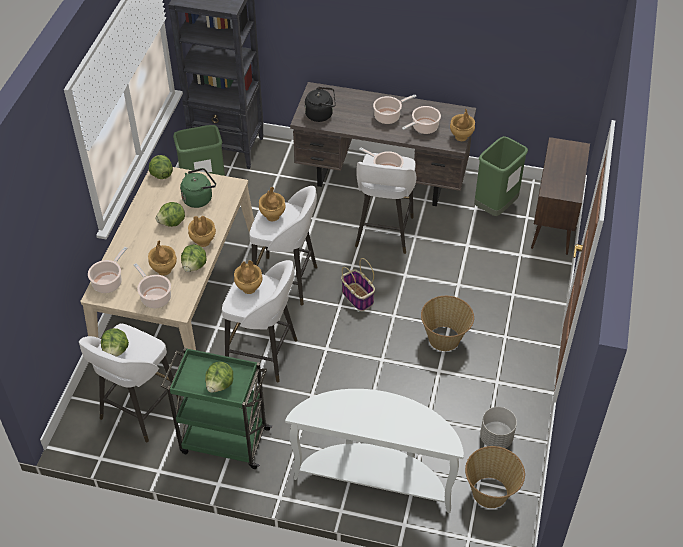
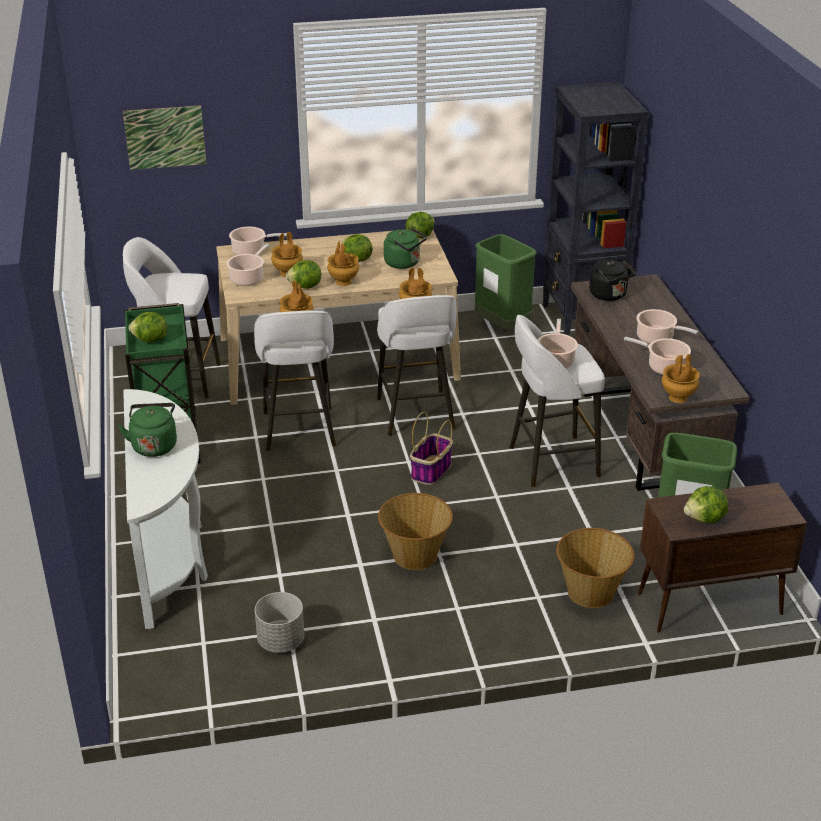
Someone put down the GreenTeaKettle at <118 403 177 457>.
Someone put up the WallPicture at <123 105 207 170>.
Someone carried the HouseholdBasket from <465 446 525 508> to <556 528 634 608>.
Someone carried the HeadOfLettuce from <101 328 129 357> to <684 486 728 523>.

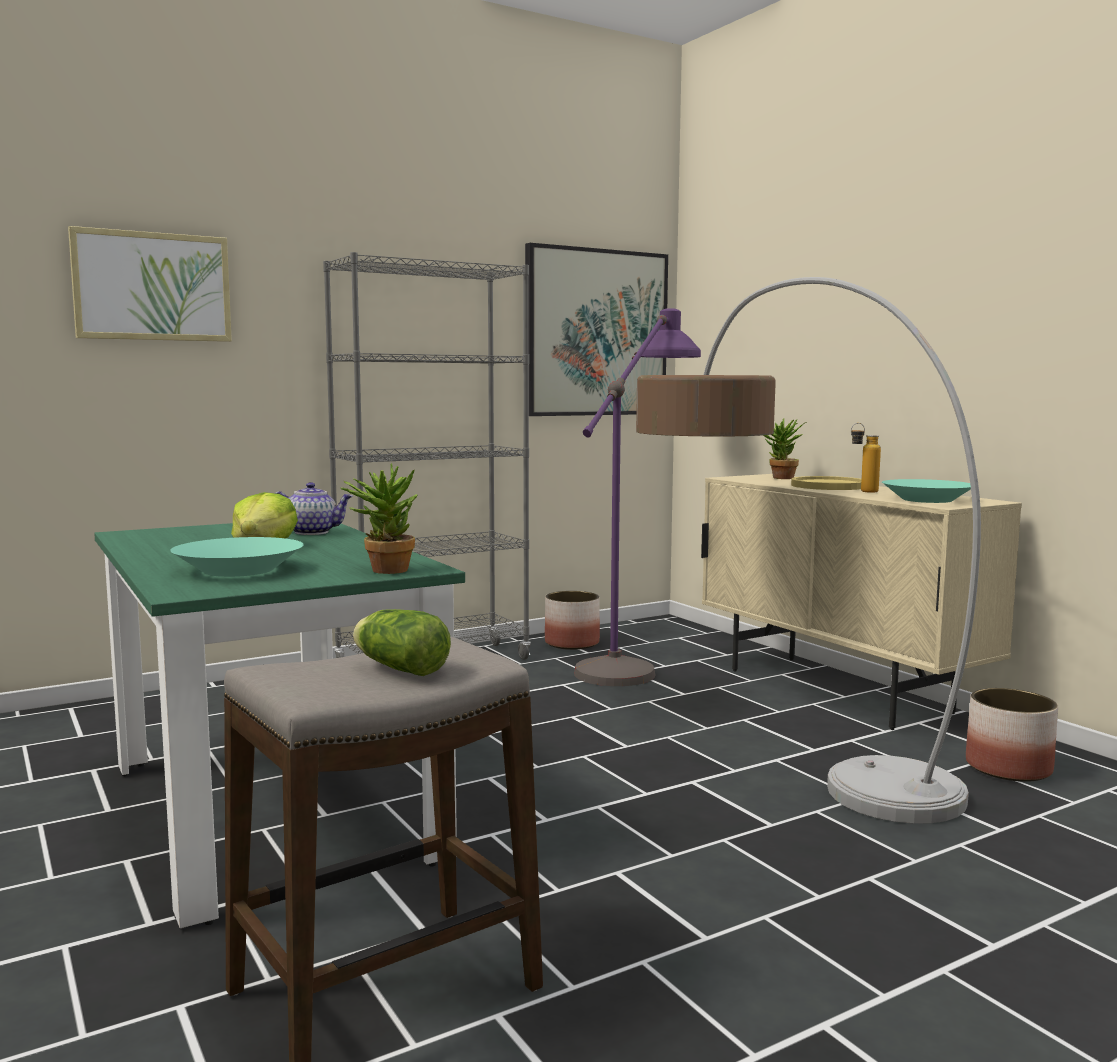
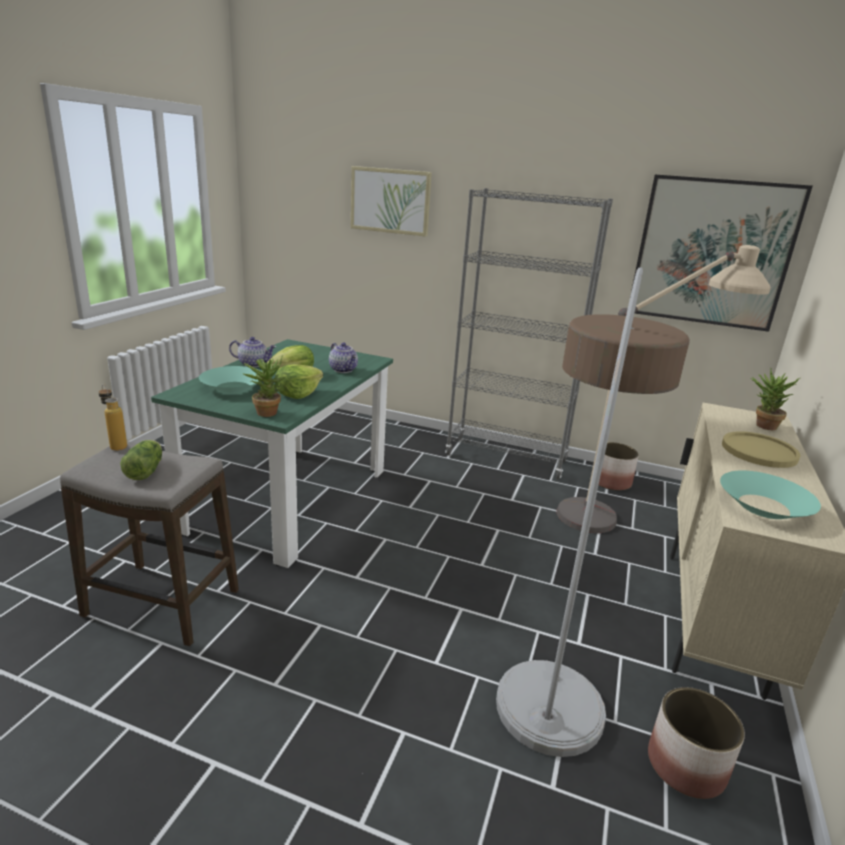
Someone carried the Bottle from <851 423 881 493> to <98 384 127 451>.
Someone put down the Teapot at <229 337 276 367>.
Someone put down the HeadOfLettuce at <275 364 323 399>.
Someone repainted the PurpleColouredStandingLamp at <574 308 701 686>, which became the BeigeStandingLamp at <556 245 770 533>.

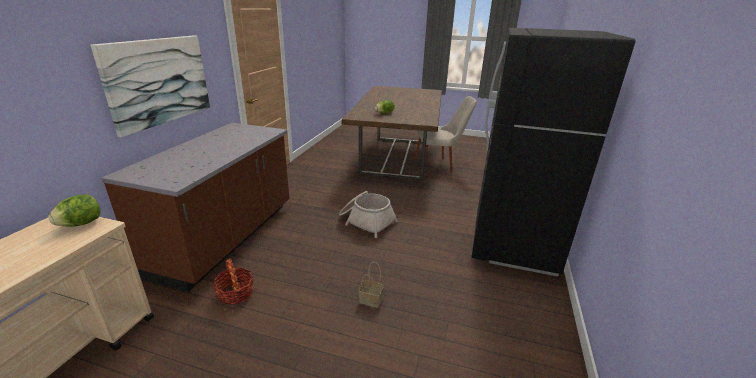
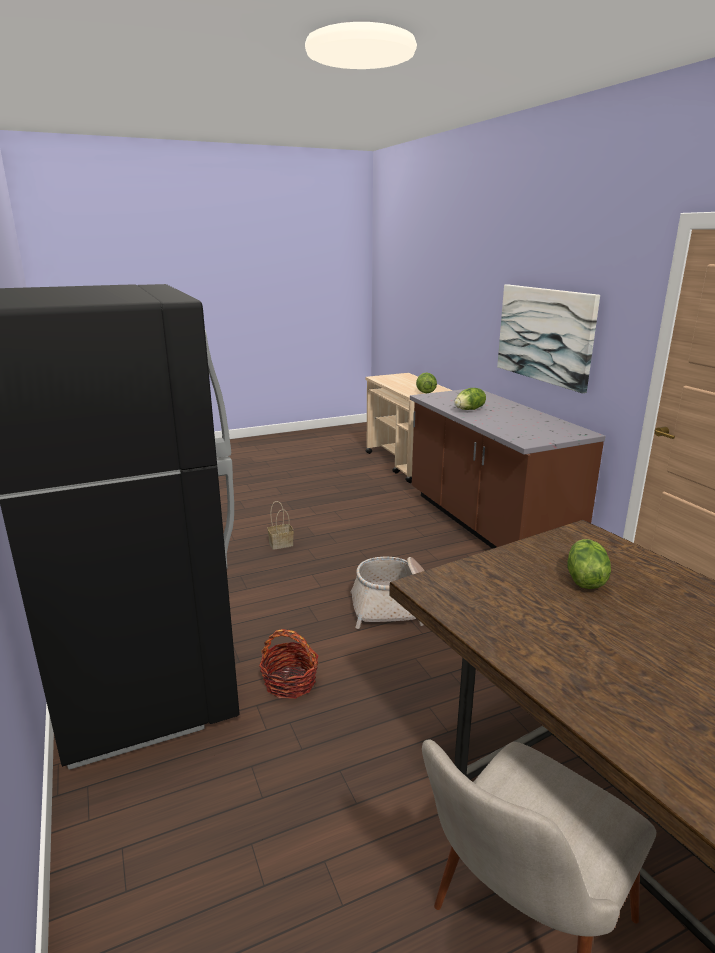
Someone carried the HouseholdBasket from <213 258 254 305> to <259 629 319 699>.
Someone put down the HeadOfLettuce at <454 388 486 410>.

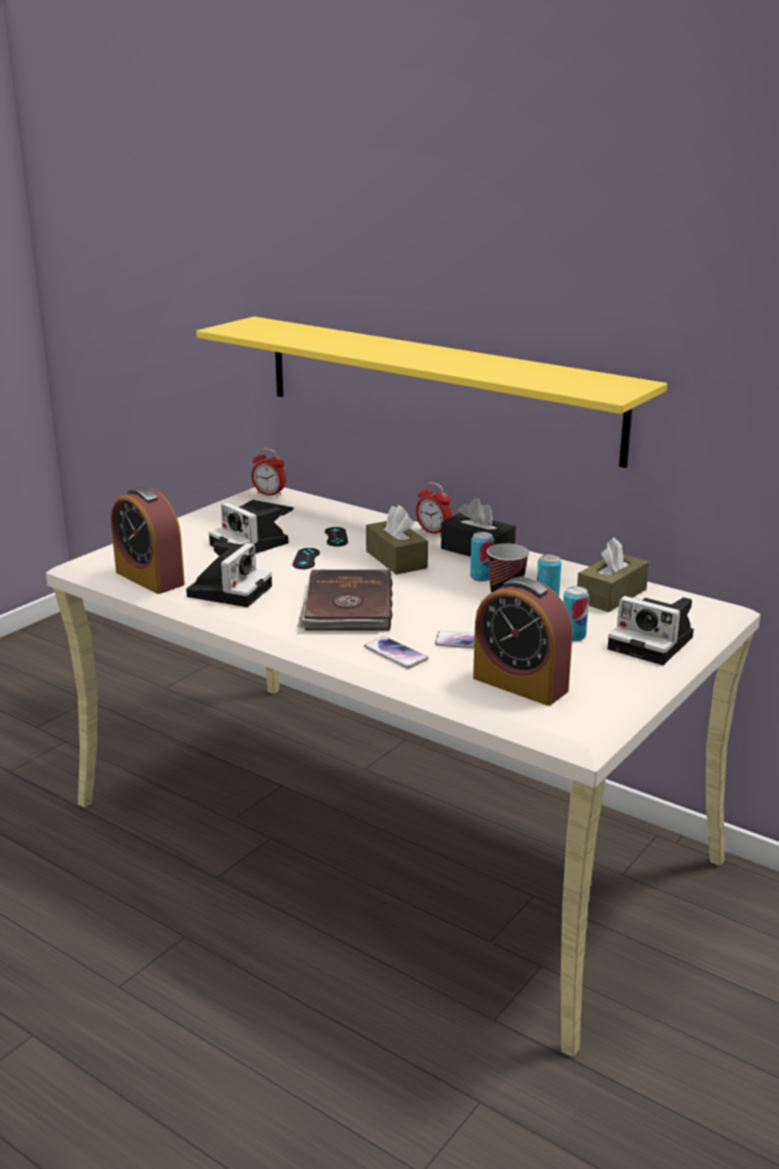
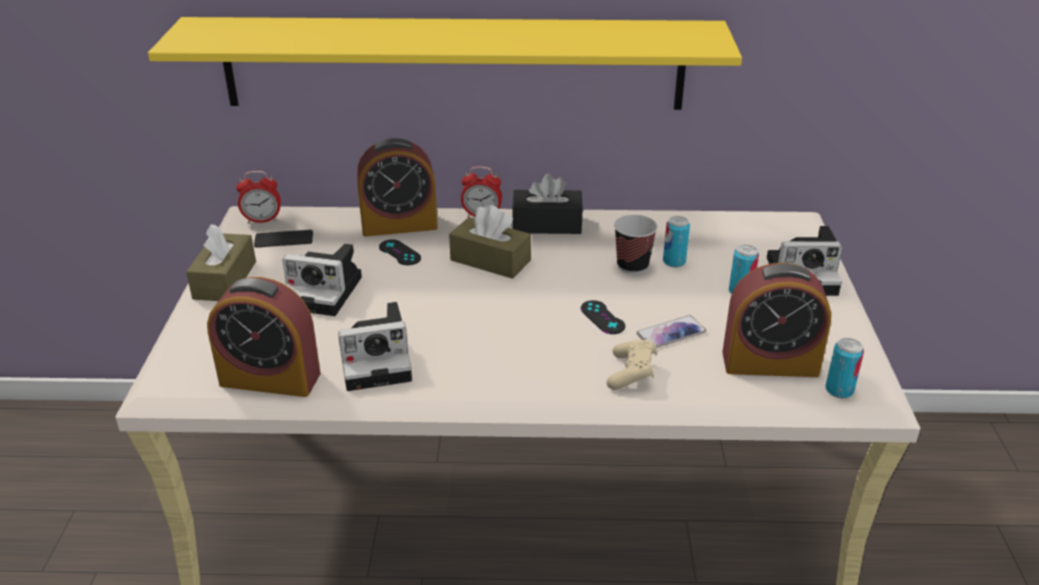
Someone carried the BrownTissueHolder from <577 537 649 612> to <186 224 256 301>.
Someone rotated the StillCamera at <186 541 272 607> by 90 degrees clockwise.
Someone put down the TableClock at <357 138 438 237>.
Someone carried the BlackColouredGamepad from <292 548 320 569> to <581 300 625 334>.
Someone swapped the Phone at <364 636 428 669> for the BeigeGamepad at <607 340 657 390>.
Someone carried the Can from <470 532 494 582> to <826 338 864 398>.
Someone took away the BrownBook at <297 569 393 631>.

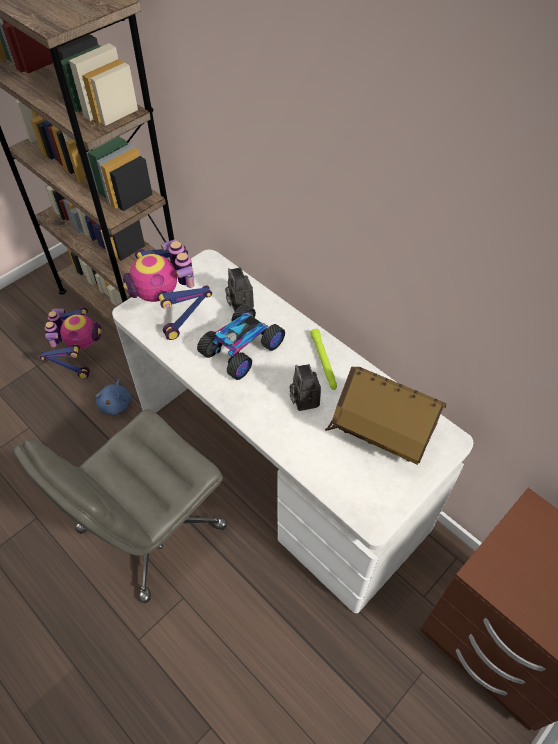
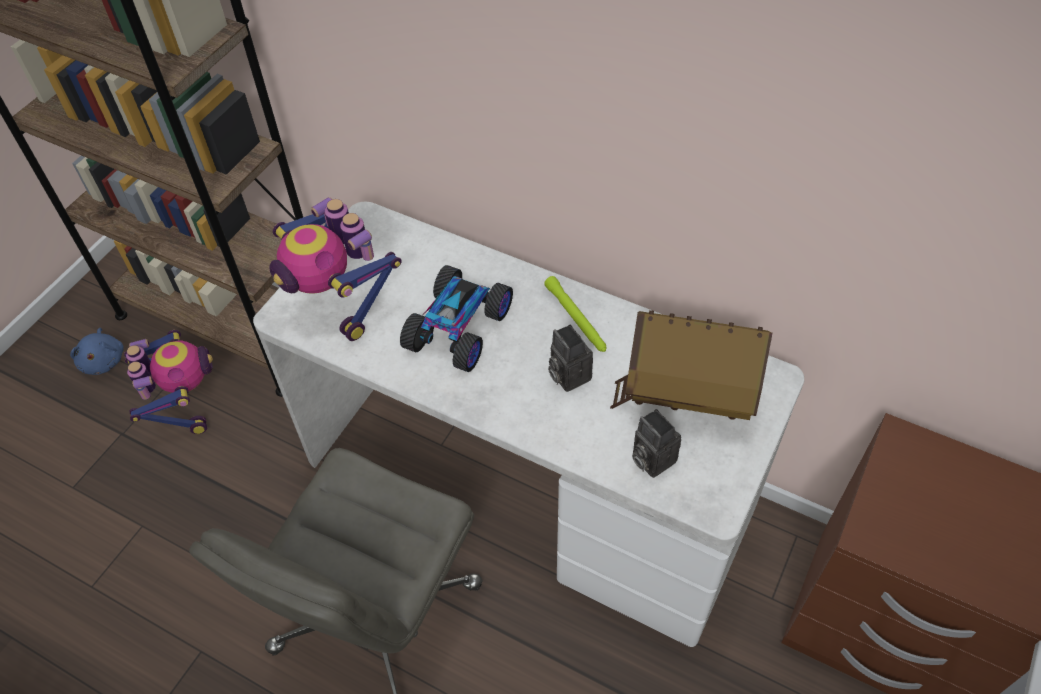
Someone carried the BluePlushToy from <95 379 132 415> to <70 328 124 375>.
Someone carried the StillCamera from <225 267 254 311> to <632 409 681 478>.

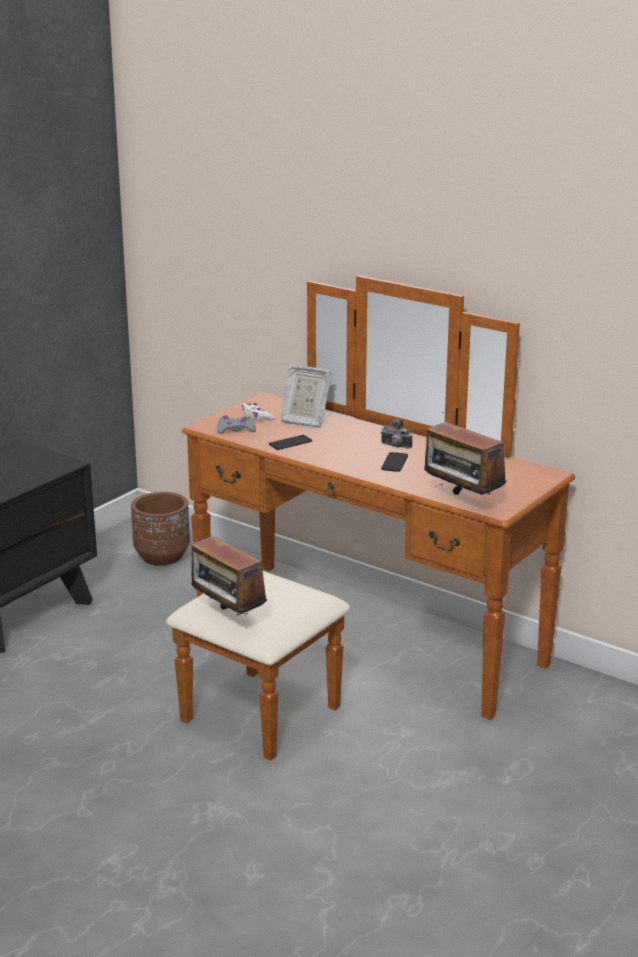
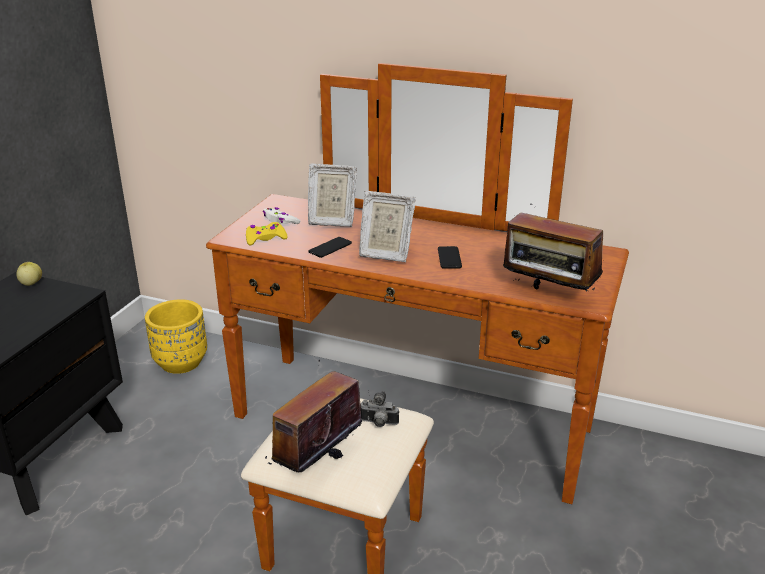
Someone put down the WholeApple at <17 262 42 286>.
Someone repainted the BrownPlanter at <131 492 190 566>, which became the YellowPlanter at <145 299 207 374>.
Someone repainted the GreyGamepad at <217 415 256 434>, which became the YellowGamepad at <246 222 287 245>.
Someone rotated the Radio at <191 536 267 615> by 90 degrees clockwise.
Someone put down the PhotoFrame at <359 191 415 262>.
Someone carried the StillCamera from <381 418 412 449> to <360 391 399 427>.

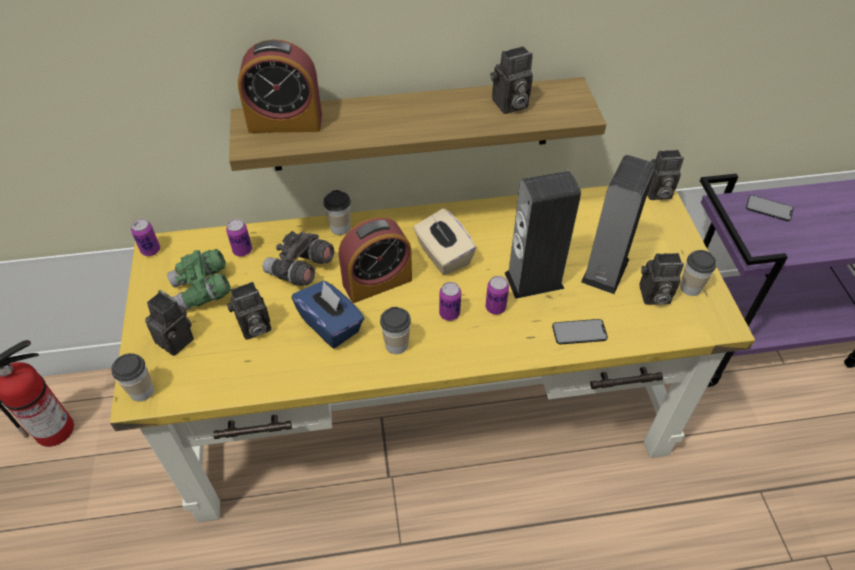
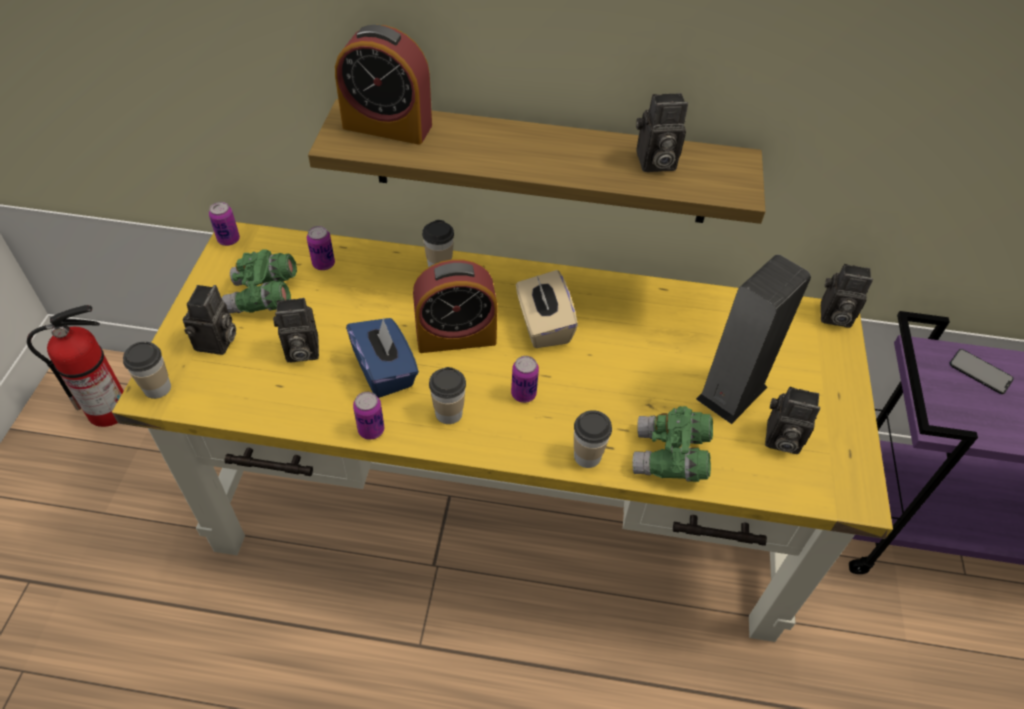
Someone rotated the StillCamera at <145 290 194 356> by 45 degrees clockwise.
Someone carried the Can from <486 276 509 315> to <353 392 385 440>.
Someone carried the Cup from <680 250 717 296> to <574 410 612 468>.
Someone swapped the Phone at <552 319 608 344> for the GreenBinoculars at <632 406 713 482>.
Someone took away the GreyBinoculars at <262 231 334 286>.
Someone took away the Speaker at <505 171 581 299>.

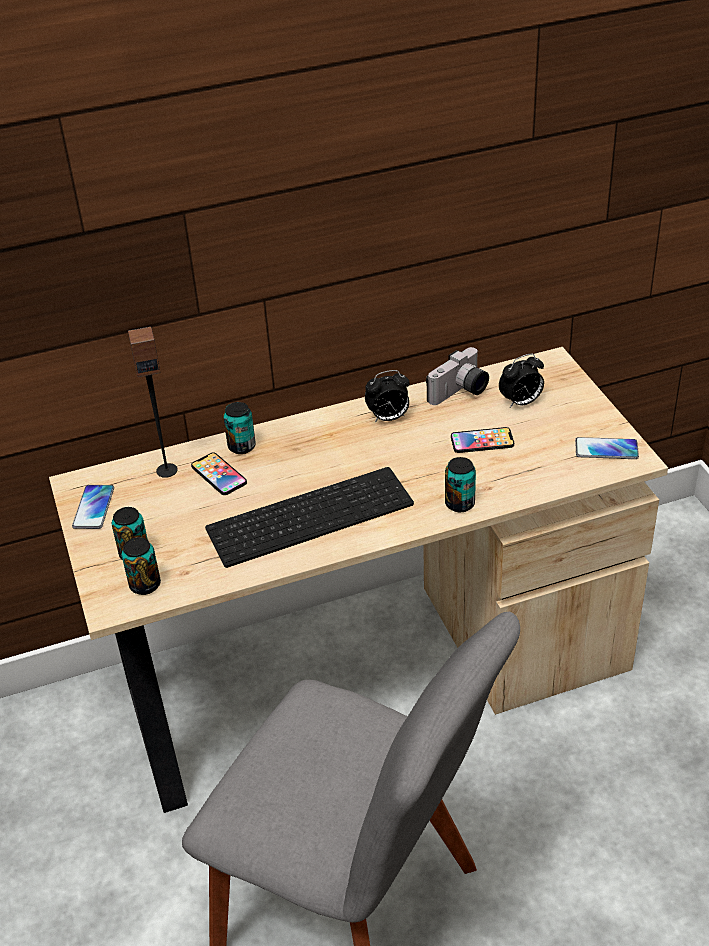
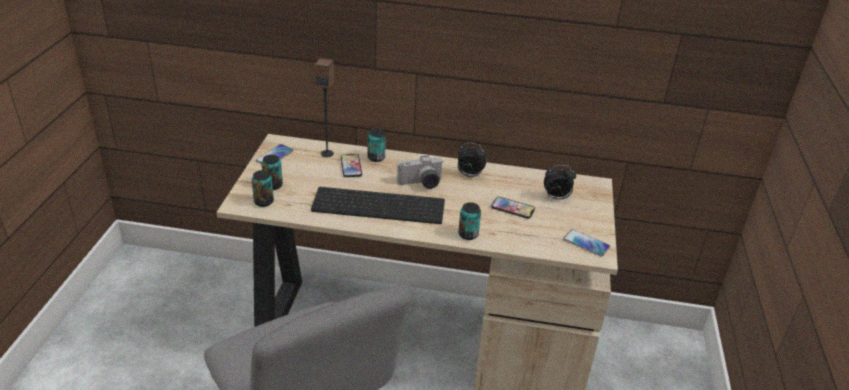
Someone carried the StillCamera from <426 347 489 405> to <397 155 444 189>.

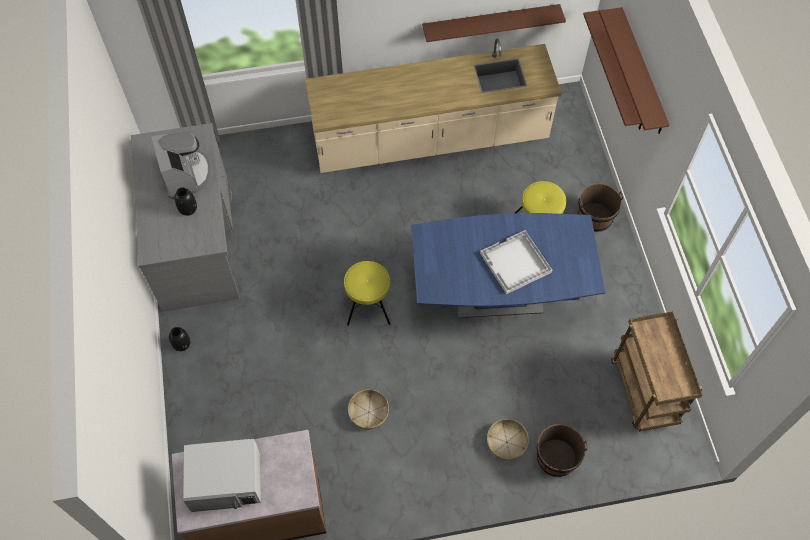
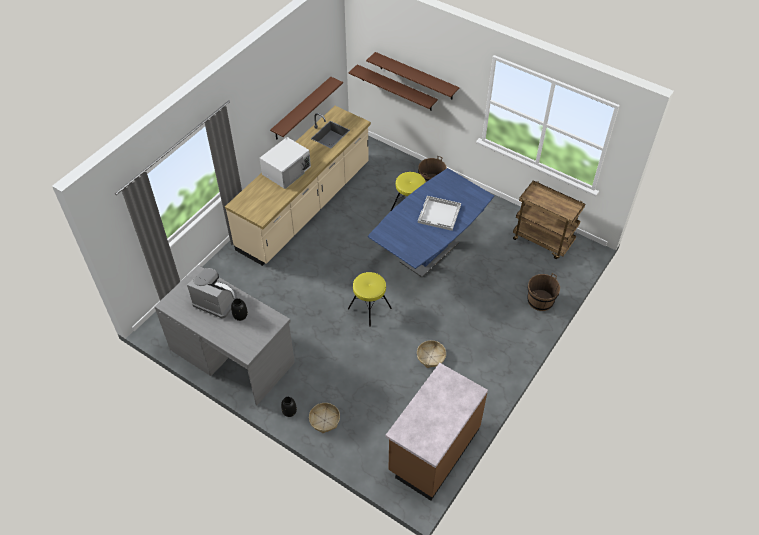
Someone carried the WhiteMicrowave from <183 439 261 512> to <260 137 311 189>.
Someone carried the HouseholdBasket from <487 419 529 461> to <309 403 340 433>.

